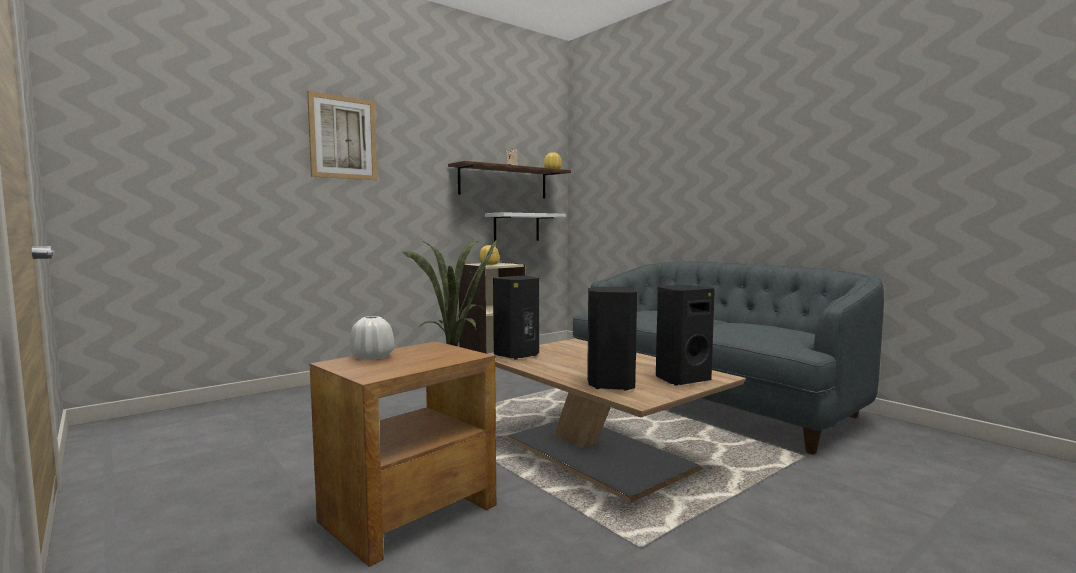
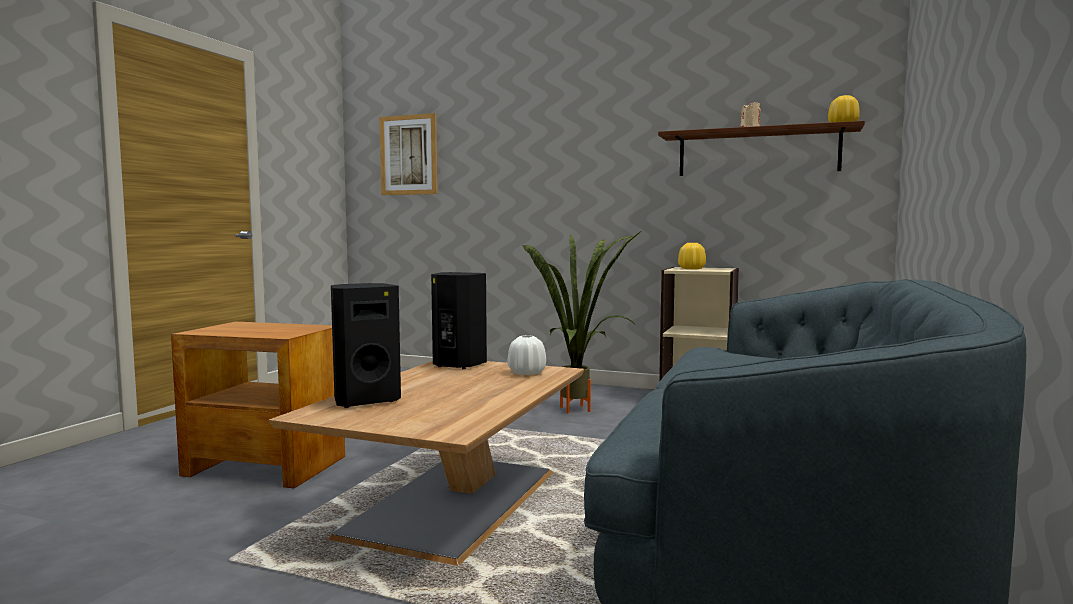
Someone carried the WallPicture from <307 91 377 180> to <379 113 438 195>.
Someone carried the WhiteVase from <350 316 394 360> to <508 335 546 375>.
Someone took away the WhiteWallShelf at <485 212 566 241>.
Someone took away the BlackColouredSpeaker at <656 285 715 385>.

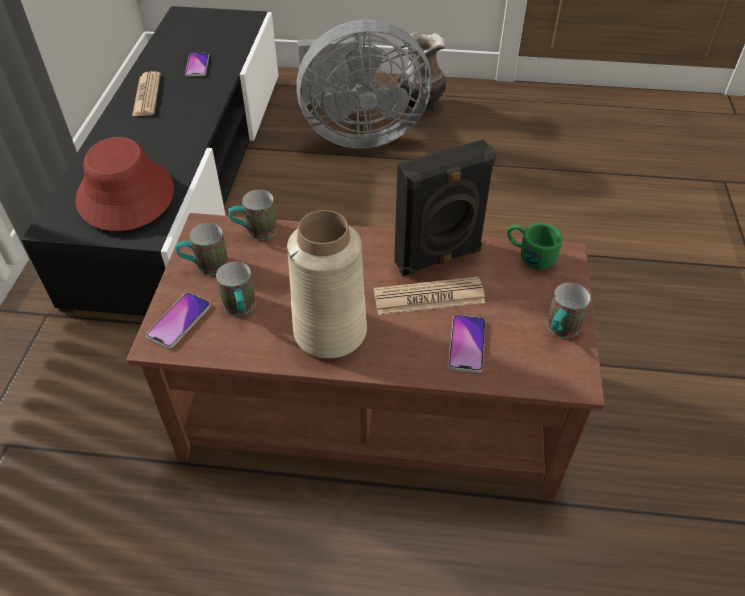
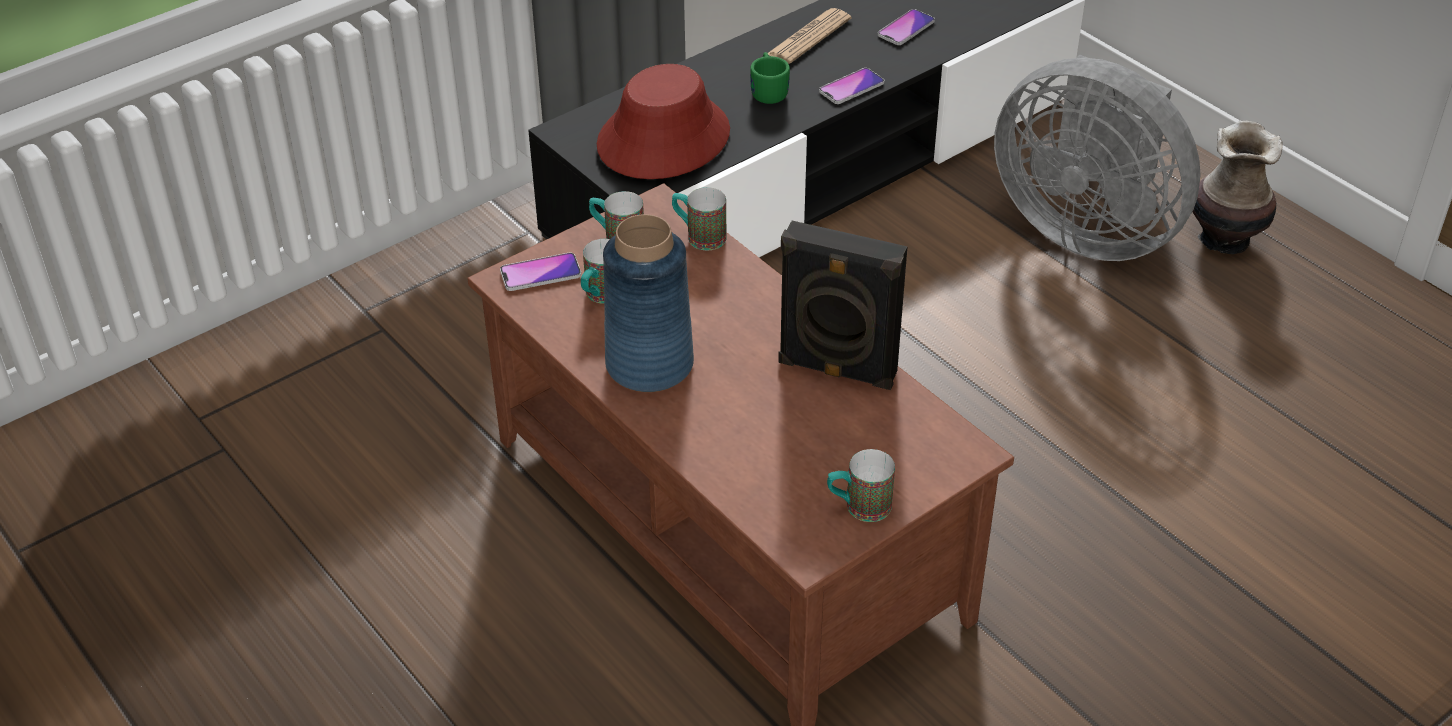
Someone repainted the BeigeVase at <287 210 367 358>, which became the BlueVase at <603 214 694 392>.
Someone carried the GreenMug from <507 223 563 270> to <750 52 790 104>.
Someone carried the Phone from <448 315 486 373> to <819 68 884 104>.
Someone took away the DailyPaper at <374 277 486 315>.

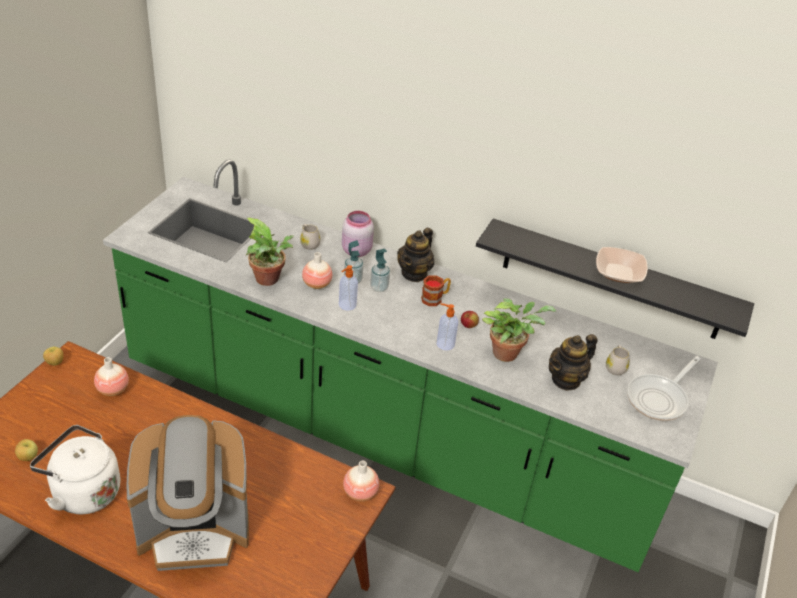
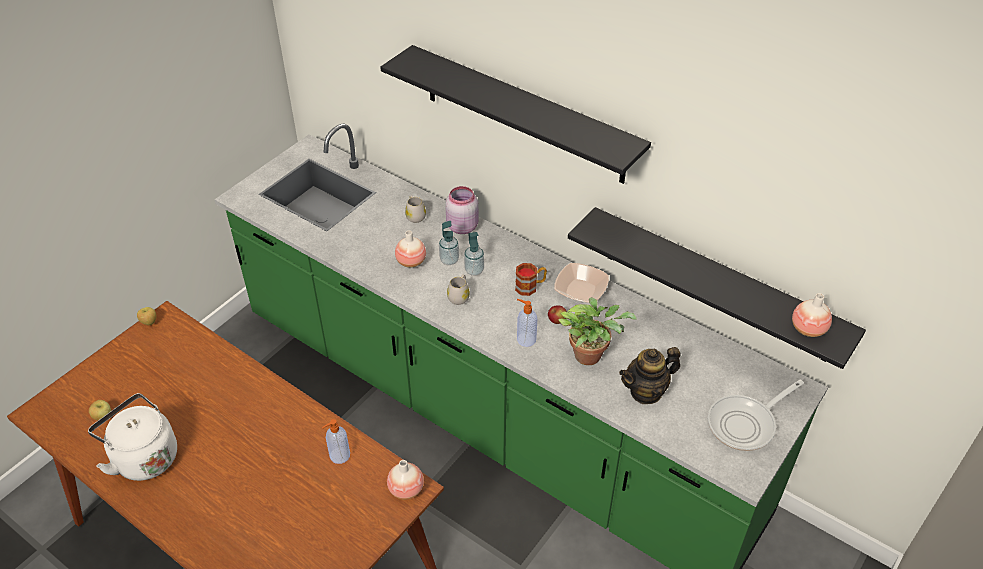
Someone carried the SoapBottle from <339 265 358 311> to <322 419 350 464>.
Someone put up the BlackColouredWallShelf at <380 45 651 184>.
Someone carried the WhiteMug from <606 345 629 375> to <447 275 470 305>.
Someone carried the Bowl from <596 247 648 283> to <554 263 609 303>.
Someone carried the Vase from <94 357 129 396> to <792 293 832 337>.
Someone took away the CoffeeBrewer at <127 415 249 571>.
Someone took away the Houseplant at <246 218 294 286>.
Someone took away the Teapot at <397 227 434 282>.

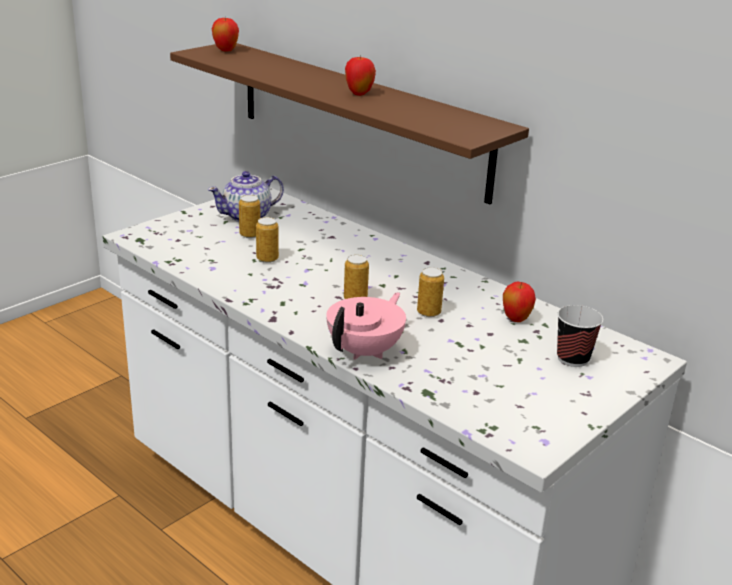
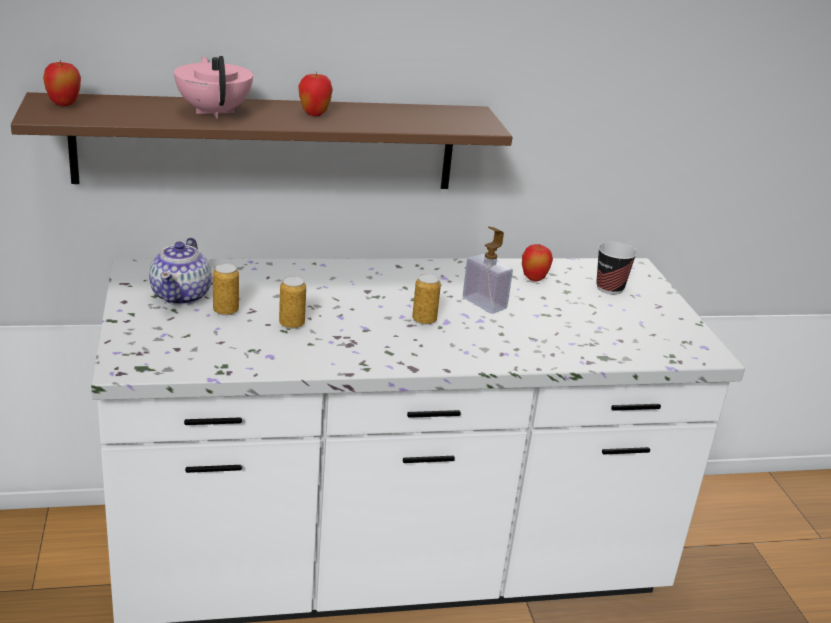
Someone carried the PinkTeapot from <326 292 406 360> to <174 56 253 119>.
Someone swapped the Can at <417 267 444 317> for the SoapBottle at <463 227 513 314>.

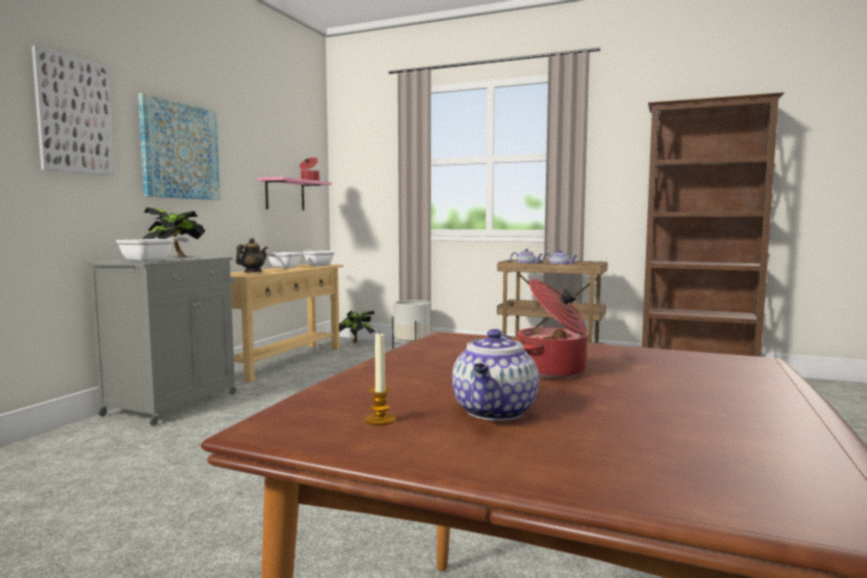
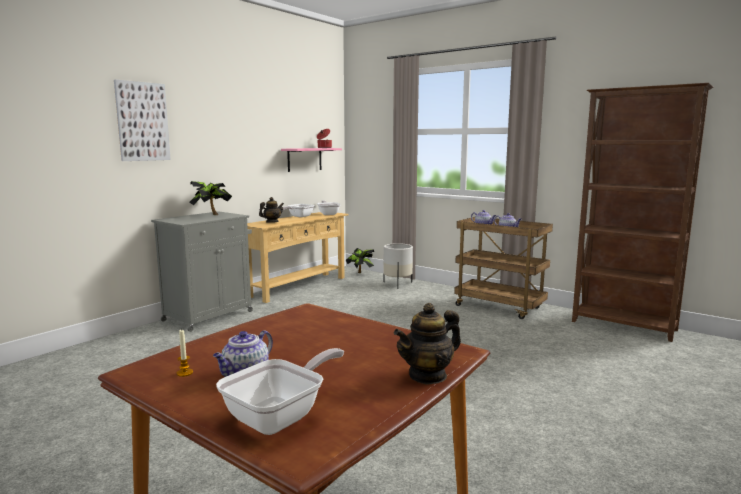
Someone carried the Skillet from <116 237 189 262> to <216 348 344 435>.
Someone put down the Teapot at <394 303 461 385>.
Someone took away the WallPicture at <138 93 220 200>.
Someone took away the Saucepot at <518 279 588 378>.

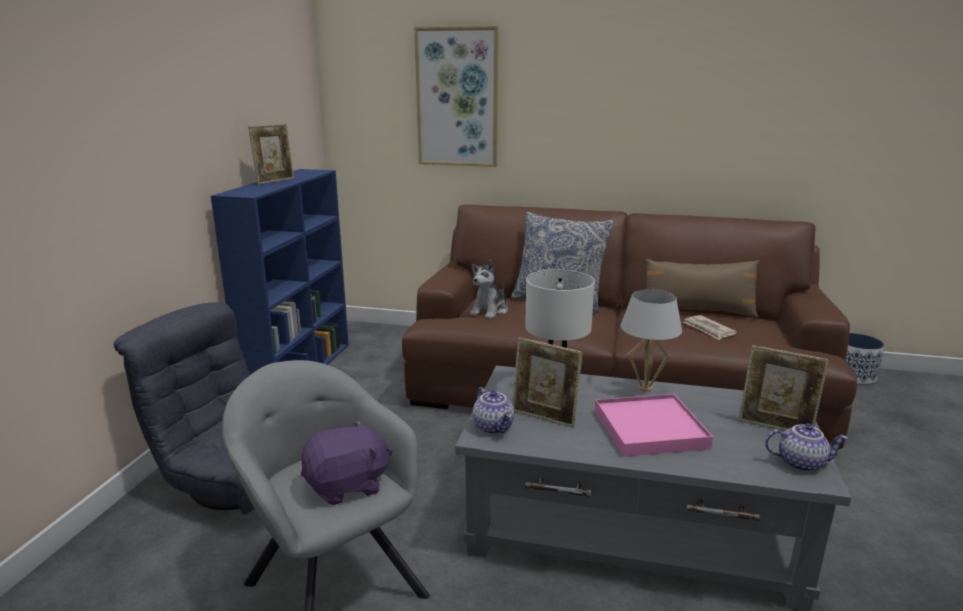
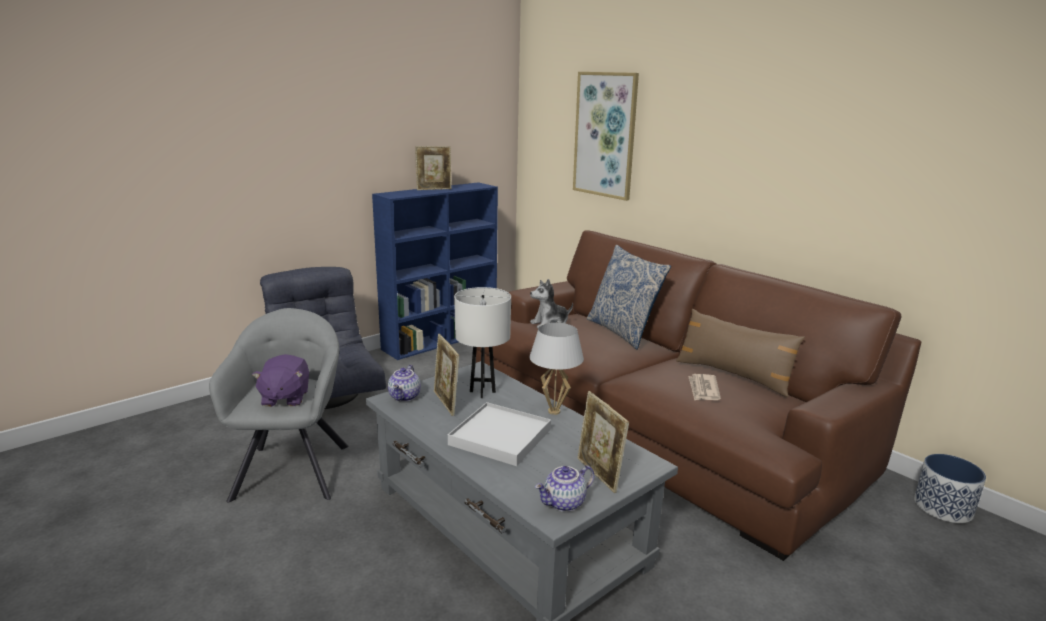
Someone rotated the PurpleColouredPlushToy at <301 420 393 505> by 75 degrees clockwise.
Someone repainted the PinkCarryingTray at <595 394 713 457>, which became the WhiteCarryingTray at <448 402 551 466>.
Someone rotated the Teapot at <765 423 848 472> by 105 degrees clockwise.

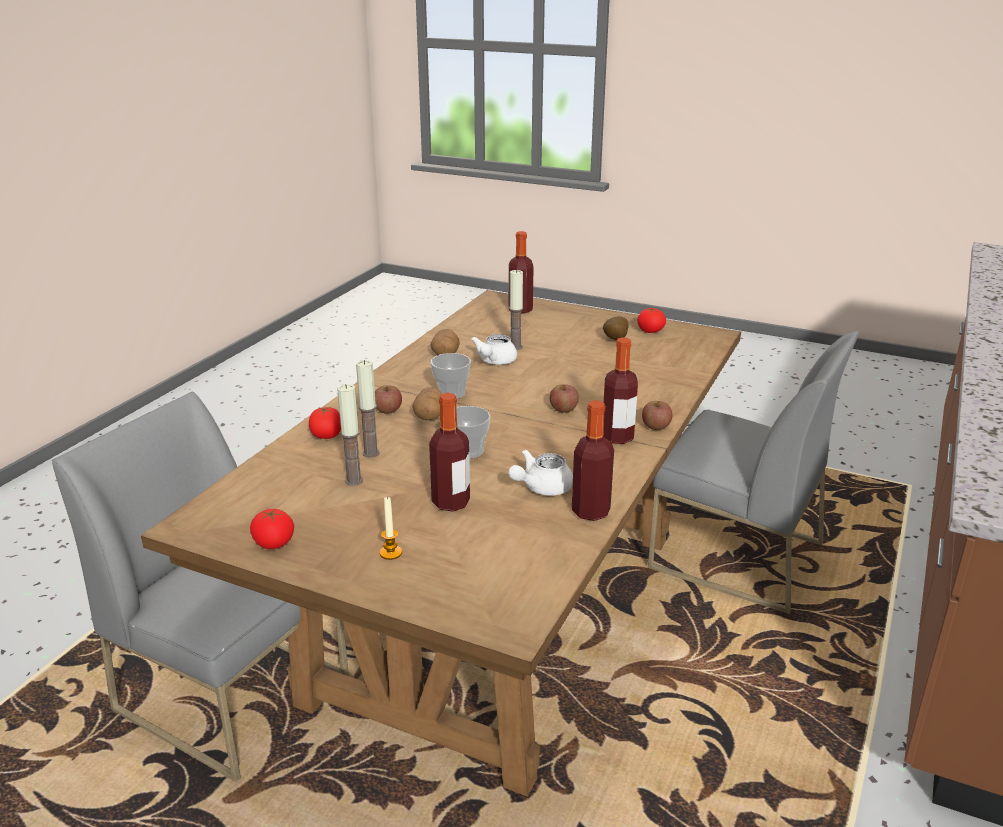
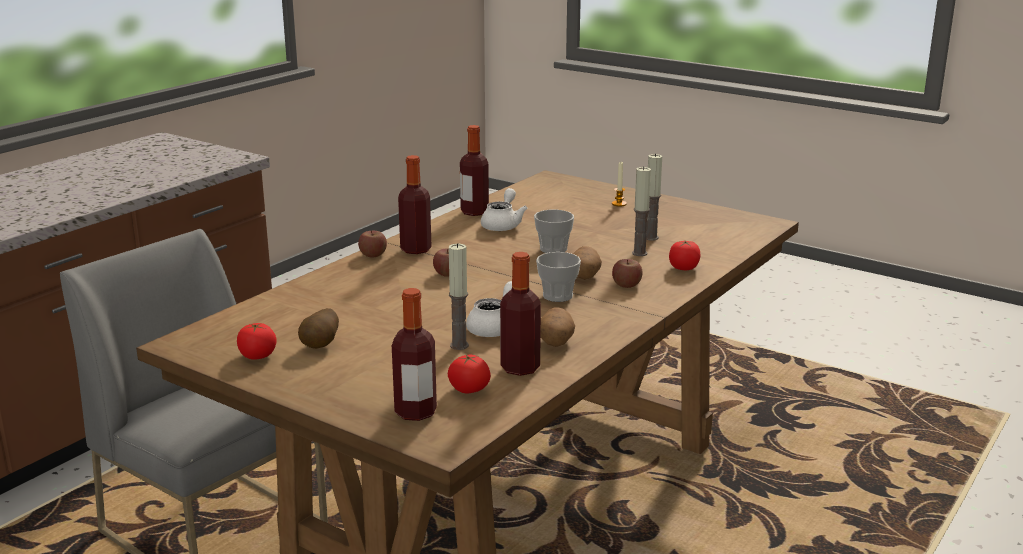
Someone carried the WholeTomato from <250 509 294 549> to <448 354 491 394>.
Someone rotated the WhiteTeapot at <508 449 573 496> by 45 degrees counterclockwise.
Someone carried the Bottle from <429 393 470 511> to <500 252 541 376>.
Someone took away the GreyPlainChair at <52 392 349 782>.

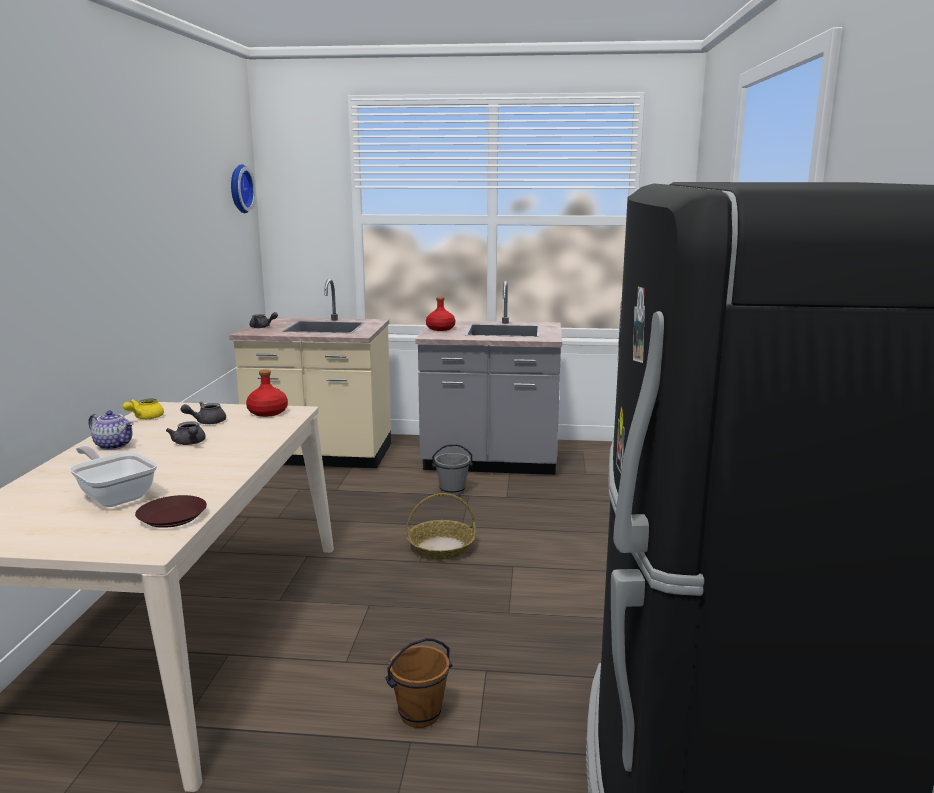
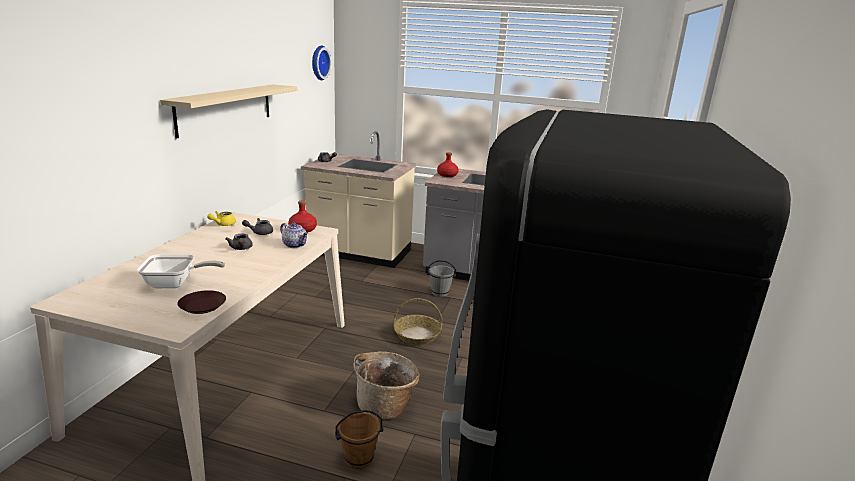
Someone rotated the Skillet at <69 446 158 507> by 120 degrees clockwise.
Someone put up the BeigeWallShelf at <160 84 297 139>.
Someone carried the Teapot from <88 411 134 450> to <280 223 308 248>.
Someone put down the HouseholdBasket at <353 351 420 420>.

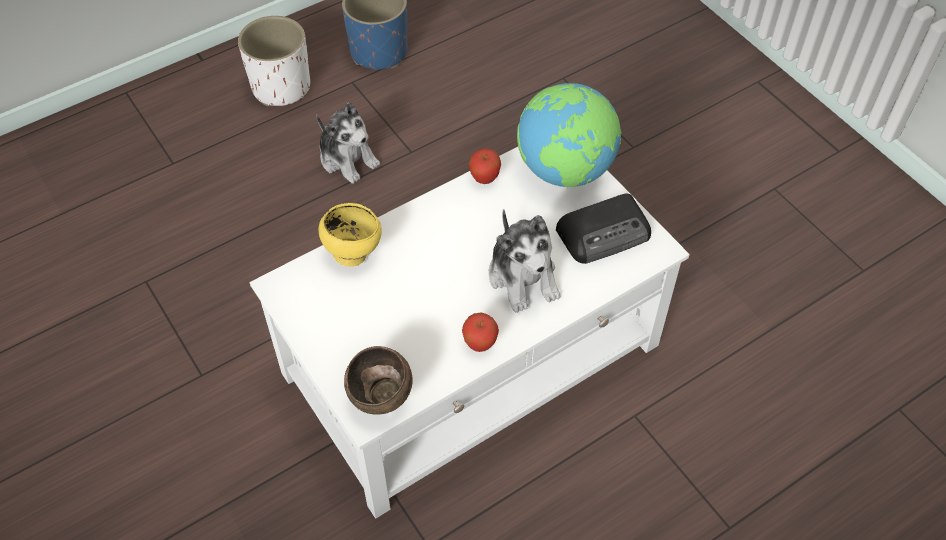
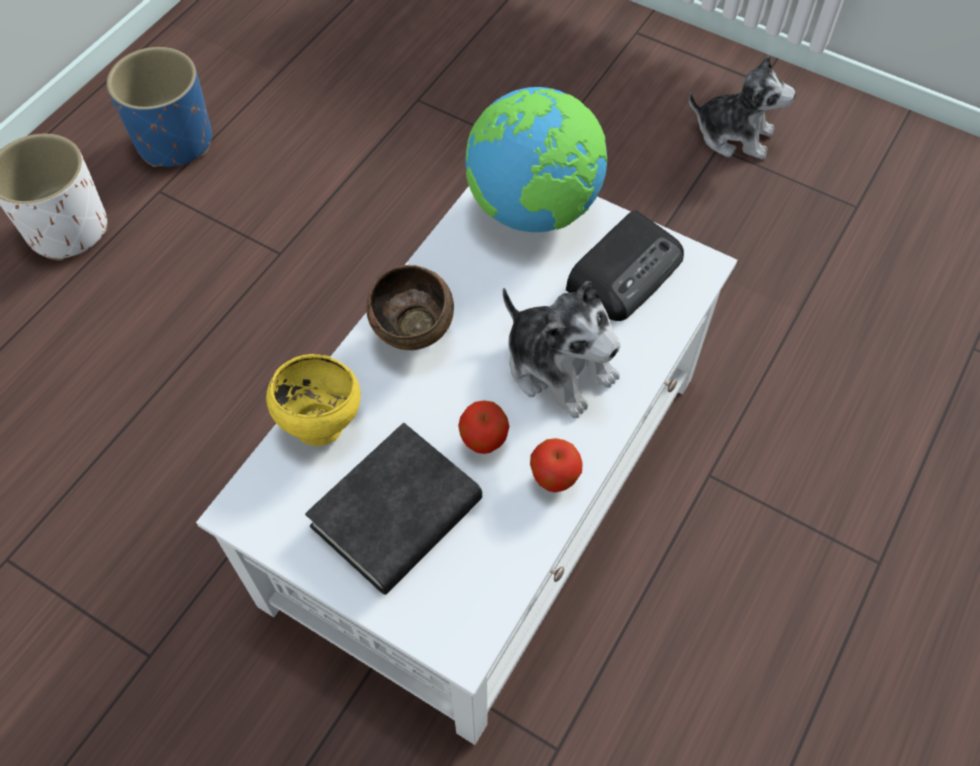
Someone put down the BlackColouredBook at <305 423 482 595>.
Someone carried the BrownBowl from <344 346 412 415> to <366 265 454 350>.
Someone carried the WholeApple from <469 149 501 184> to <458 400 509 454>.
Someone carried the PlushToy from <316 102 380 184> to <689 55 795 159>.

